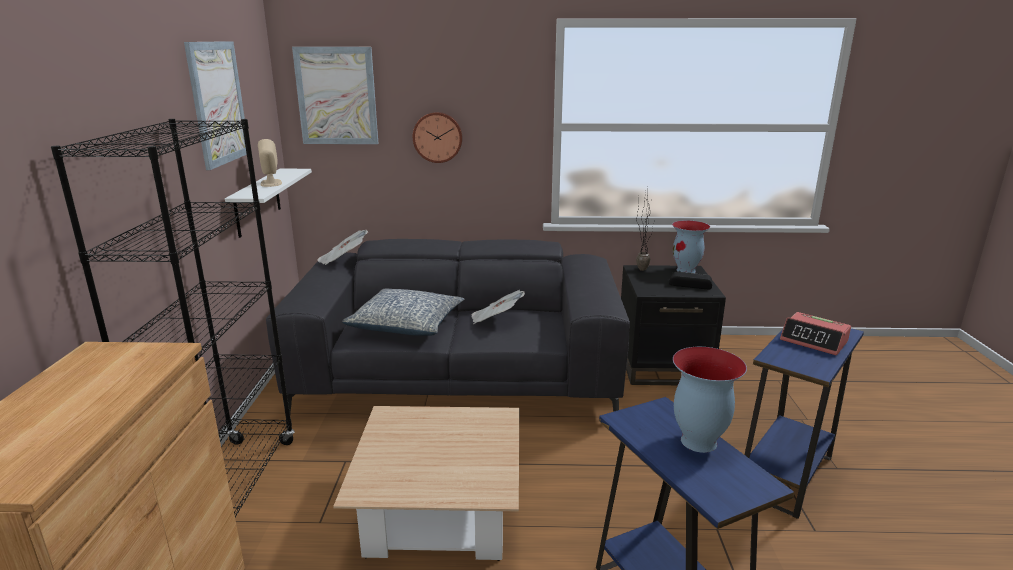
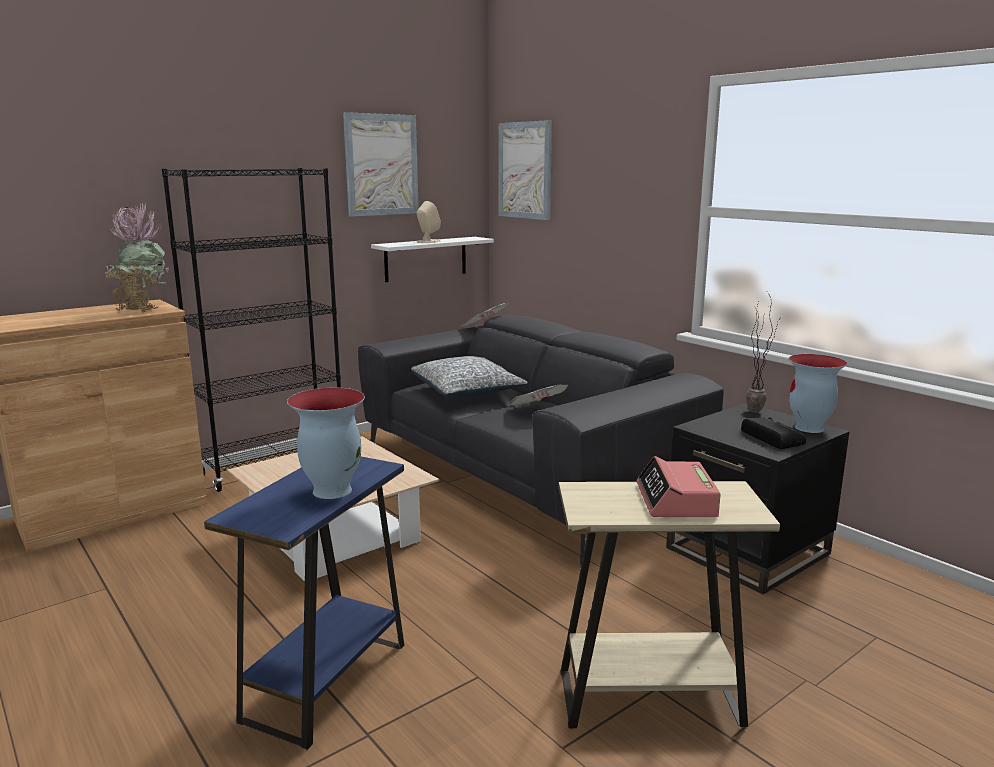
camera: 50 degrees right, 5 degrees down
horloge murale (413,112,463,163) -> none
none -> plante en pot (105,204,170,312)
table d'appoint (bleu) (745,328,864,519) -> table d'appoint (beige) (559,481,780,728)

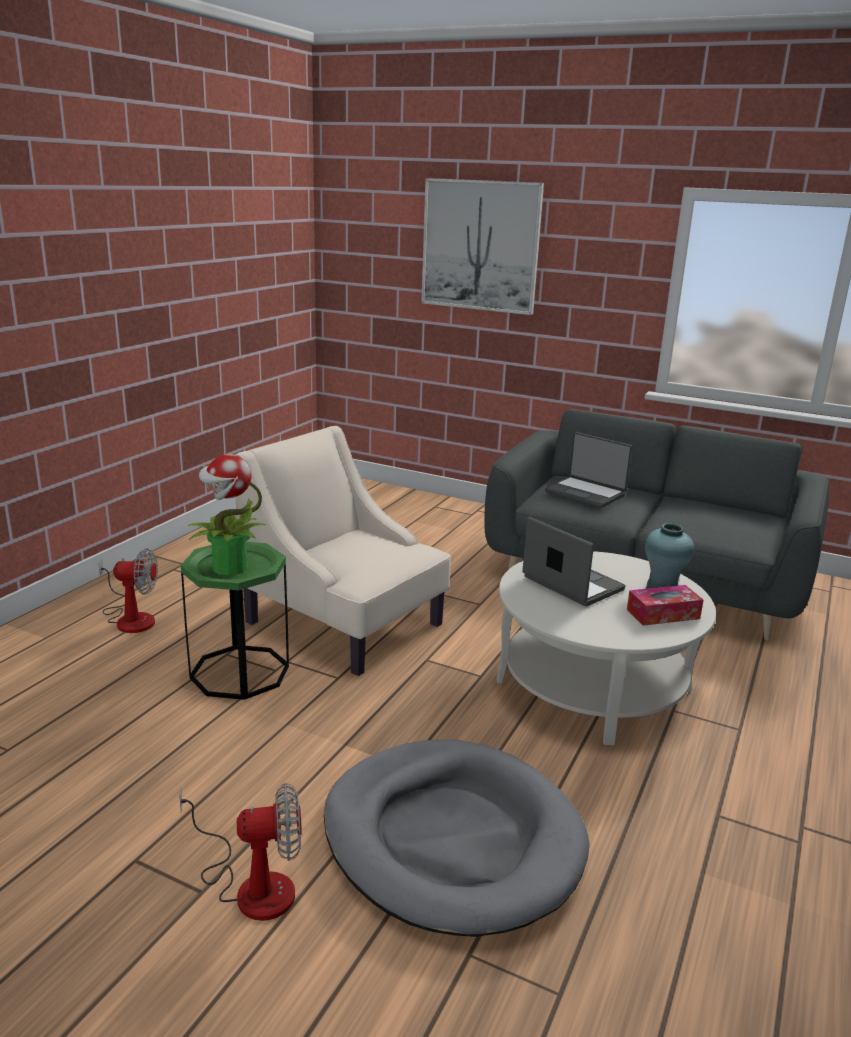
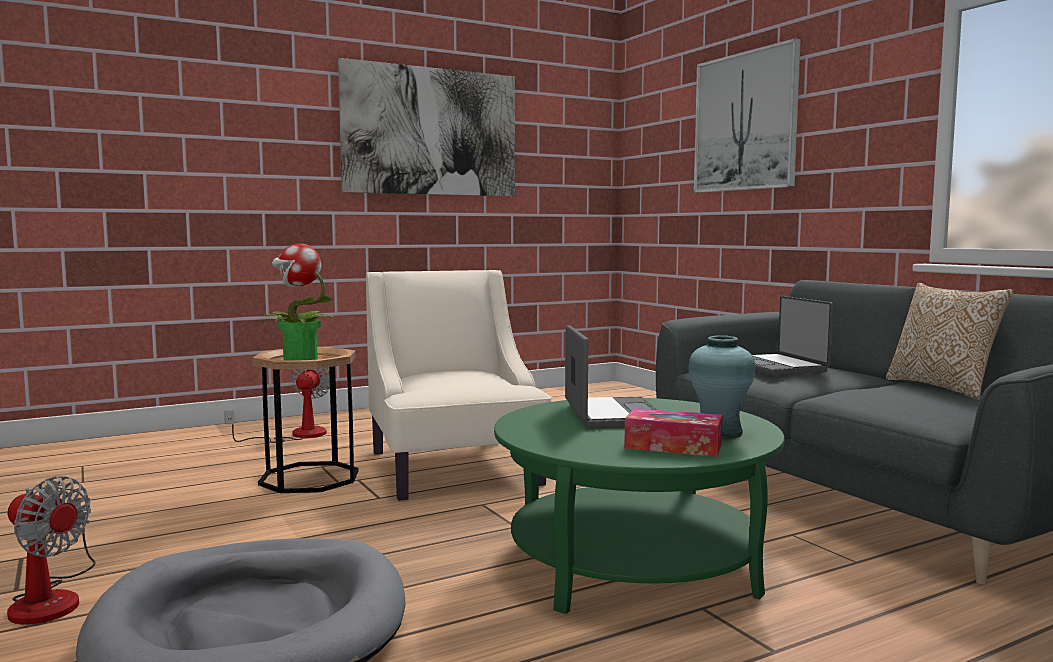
camera: 35 degrees right, 15 degrees down
none -> tableau (338,58,515,196)
none -> coussin (886,283,1014,400)
table d'appoint (vert) (181,542,289,700) -> table d'appoint (marron) (253,347,358,493)
table basse (blanc) (497,551,716,745) -> table basse (vert) (494,398,785,614)
ventilateur (98,549,158,633) -> ventilateur (224,367,330,443), 120 degrees counterclockwise

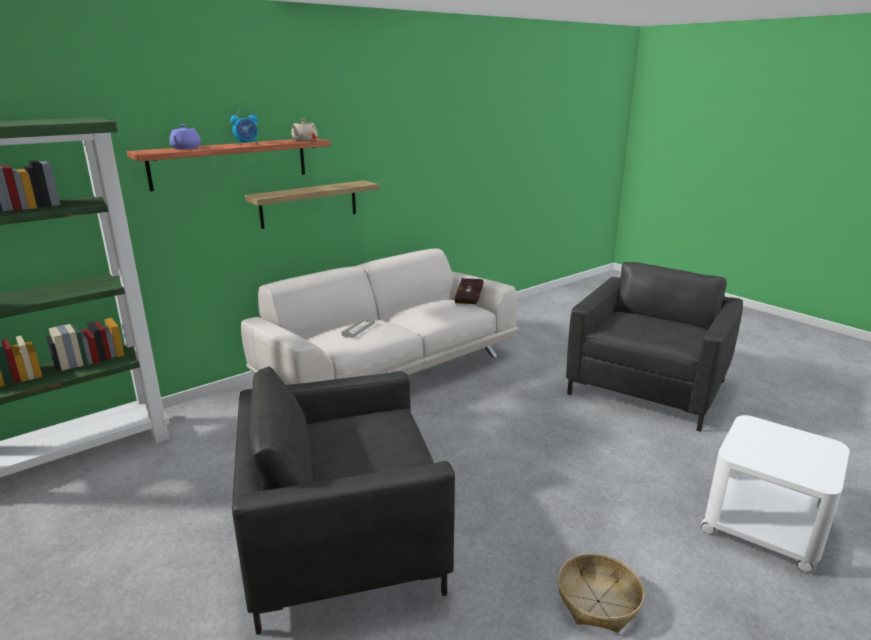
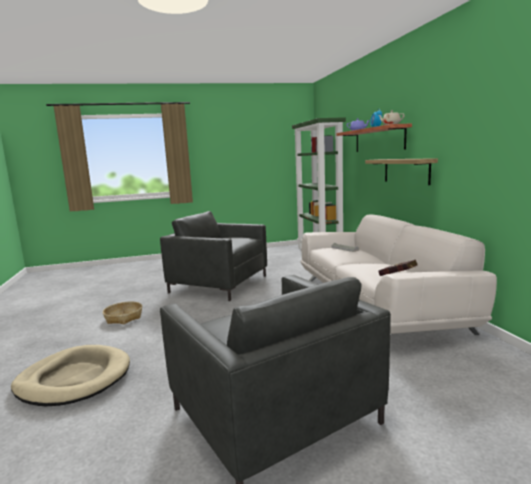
camera: 115 degrees right, 10 degrees down
table d'appoint (blanc) (701,415,849,573) -> panier pour chien (beige) (11,345,130,406)
fauteuil (gris) (232,366,455,635) -> fauteuil (gris) (160,211,267,301), 75 degrees counterclockwise

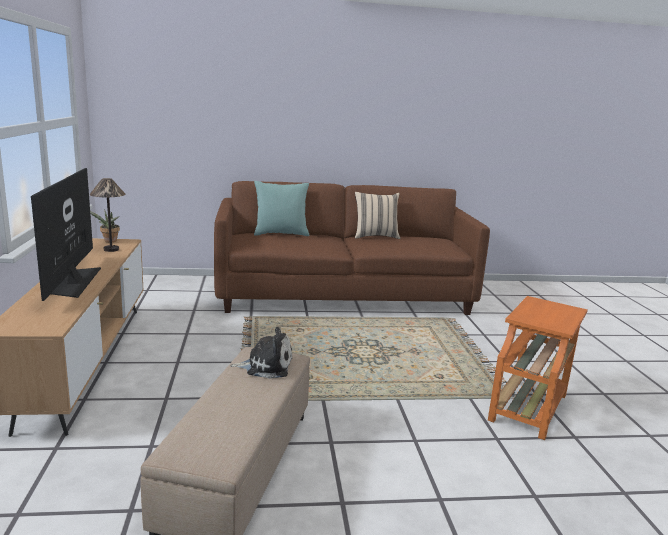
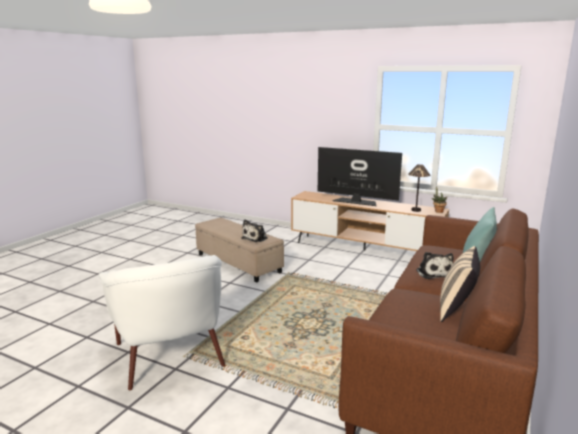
camera: 125 degrees right, 0 degrees up
none -> peluche (416,252,454,279)
table d'appoint (orange) (488,296,588,440) -> fauteuil (blanc) (98,255,225,390)

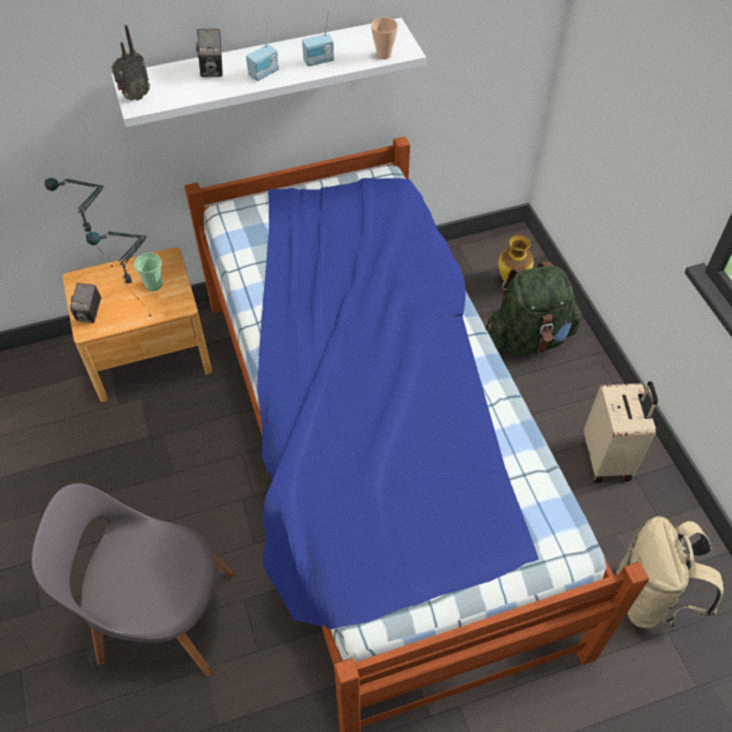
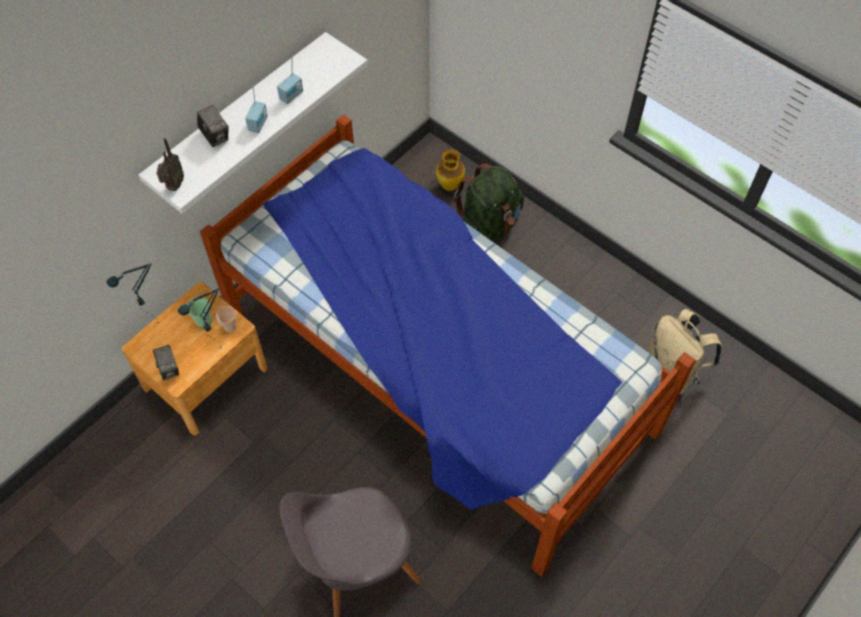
camera: 30 degrees left, 5 degrees up
valise (beige) (584,381,658,483) -> none
tasse (371,17,398,60) -> tasse (216,306,237,332), relocated

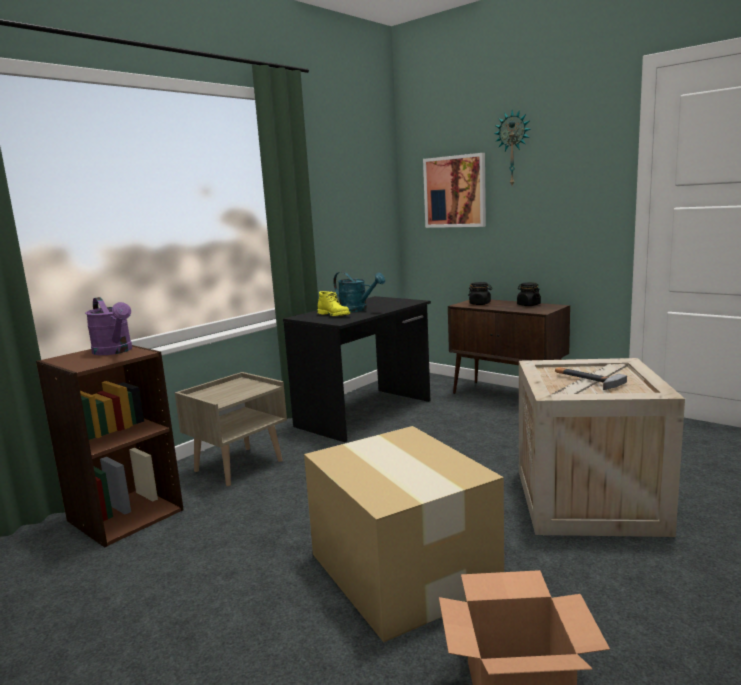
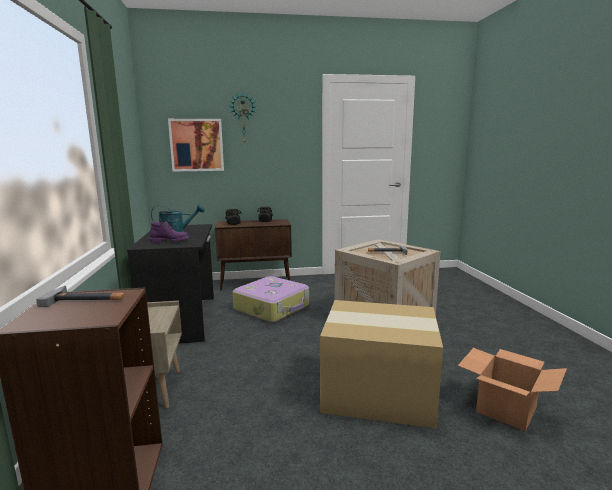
camera: 50 degrees left, 0 degrees up
none -> valise (233,276,309,322)
arrosoir (violet) (85,297,132,355) -> marteau (36,286,125,307)
botte (jaune) (317,291,350,316) -> botte (violet) (150,221,189,242)

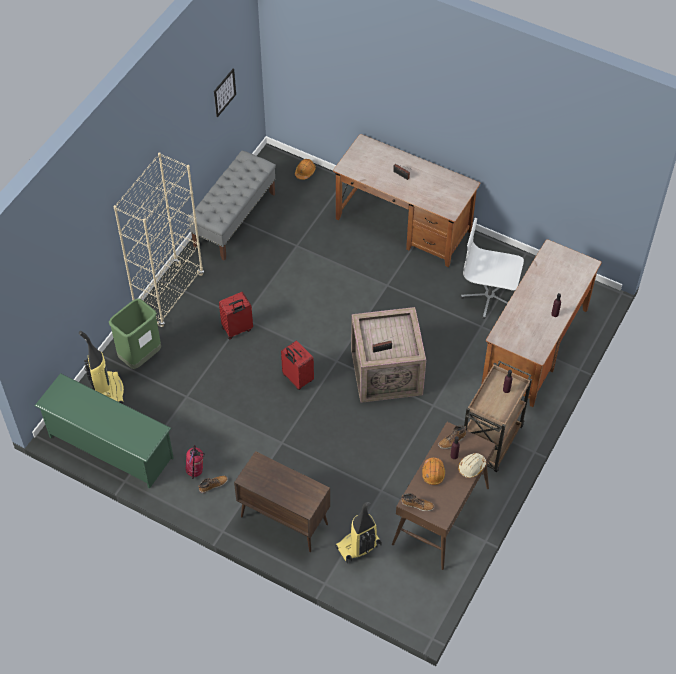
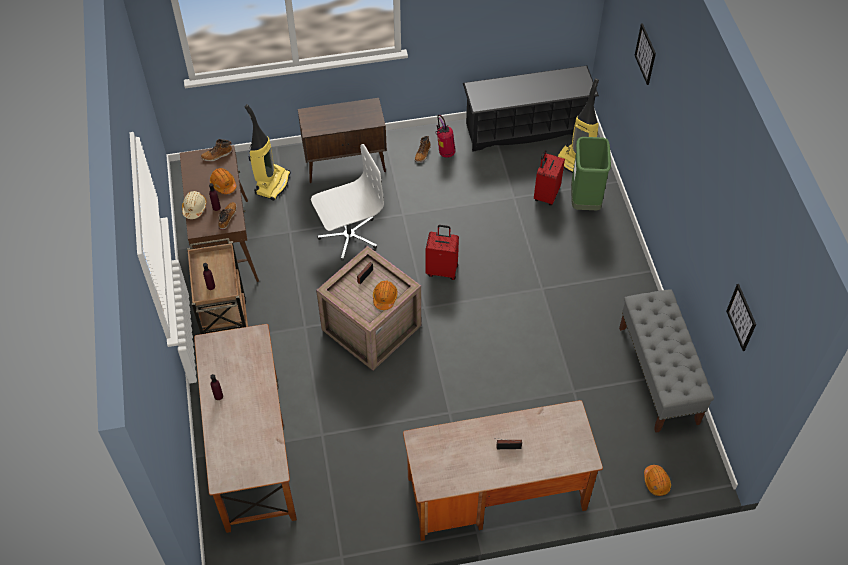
camera: 140 degrees right, 0 degrees up
bibliothèque (beige) (113,152,204,327) -> none
none -> casque de chantier (orange) (373,280,398,310)
none -> tableau (635,23,656,85)
valise (rouge) (219,292,253,340) -> valise (rouge) (534,150,565,206), relocated
chaise de bureau (blanc) (461,218,524,319) -> chaise de bureau (blanc) (311,144,384,261), relocated
étagère à chaussures (vert) (35,373,174,488) -> étagère à chaussures (noir) (463,66,599,152)

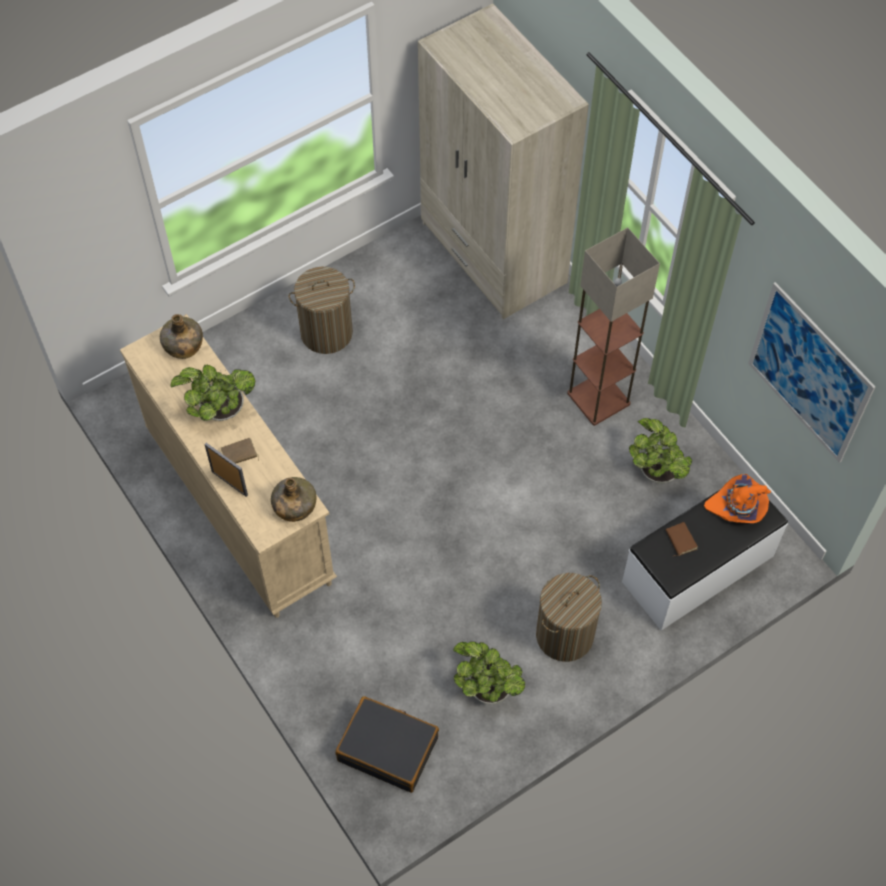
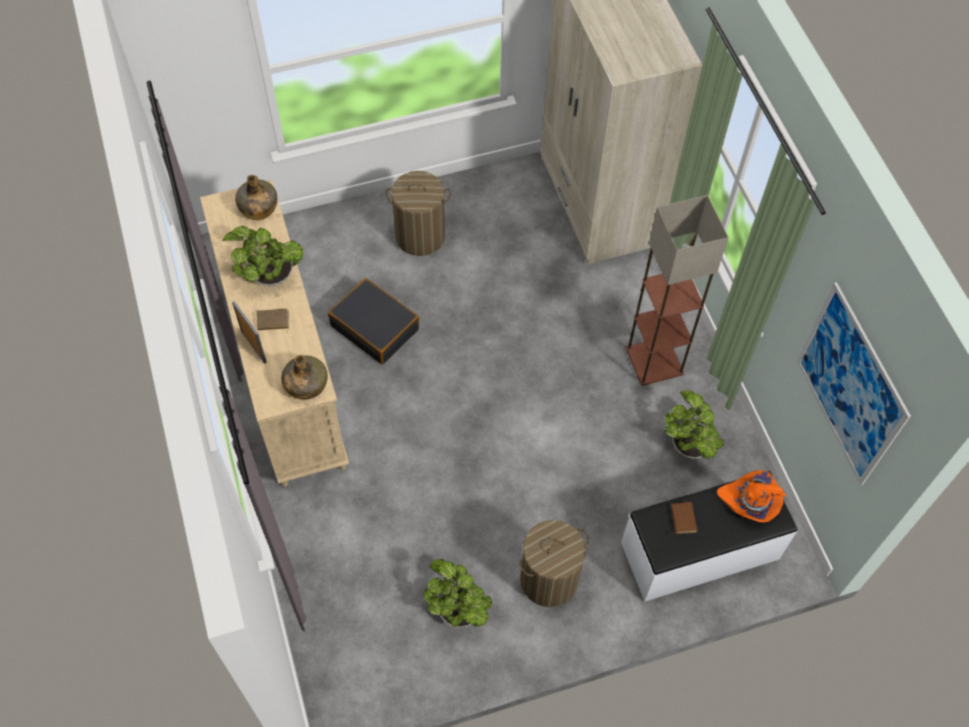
camera: 15 degrees right, 0 degrees up
valise (noir) (336,696,439,793) -> valise (noir) (328,278,419,364), relocated

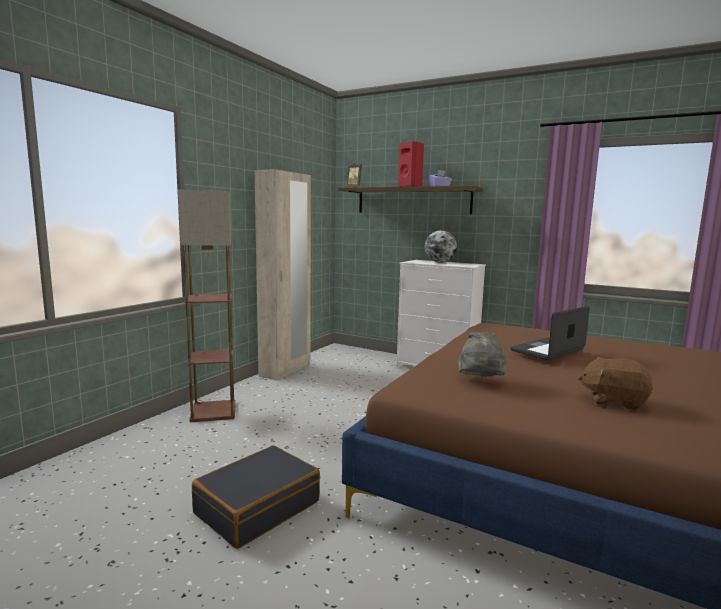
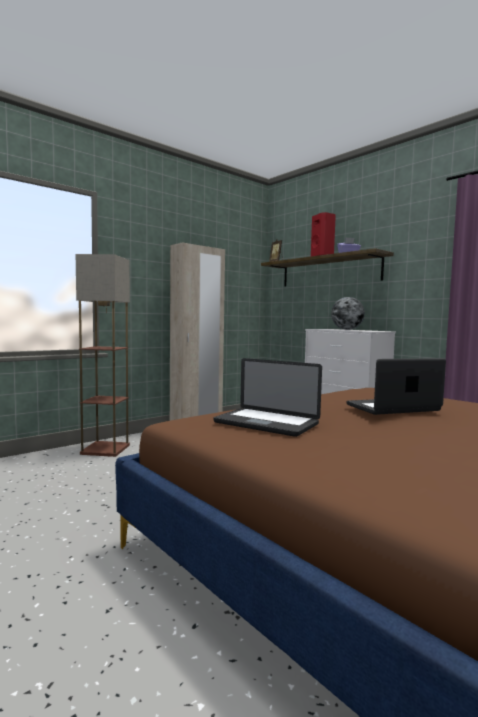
camera: 20 degrees right, 5 degrees down
valise (noir) (192,445,320,549) -> none
peluche (marron) (578,357,653,410) -> none
chapeau (gris) (458,332,507,376) -> ordinateur portable (213,358,322,437)

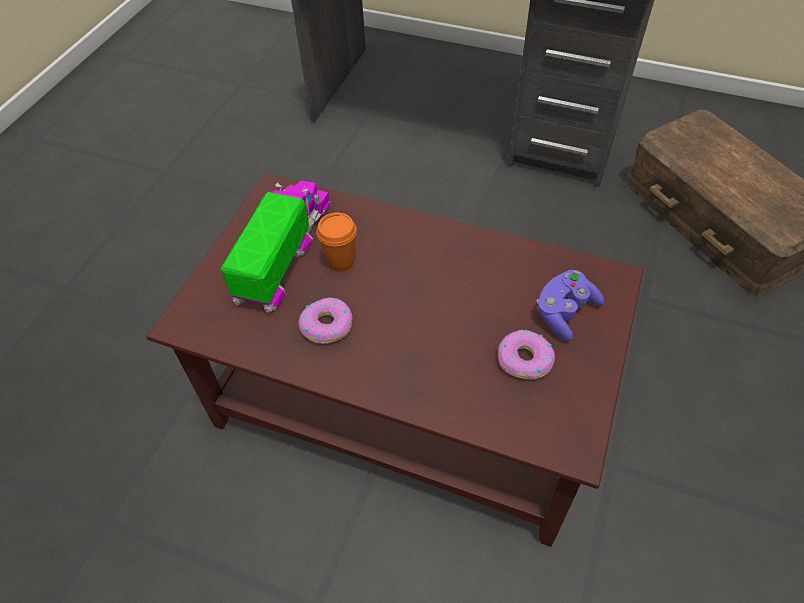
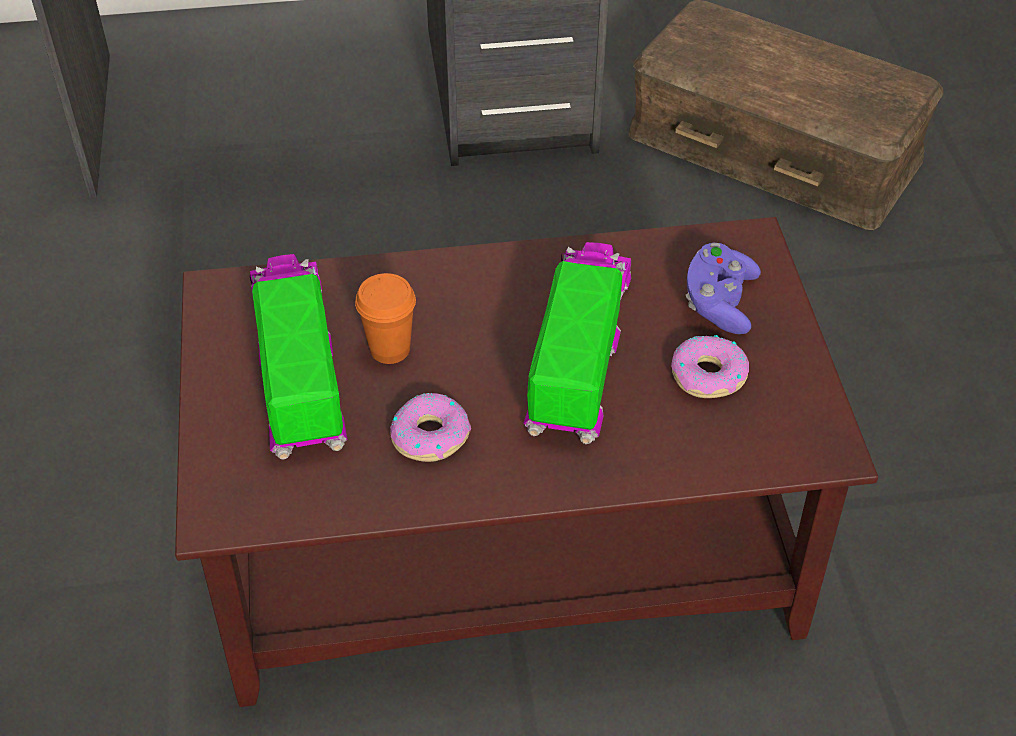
camera: 30 degrees left, 5 degrees down
none -> camion jouet (523,242,631,444)

